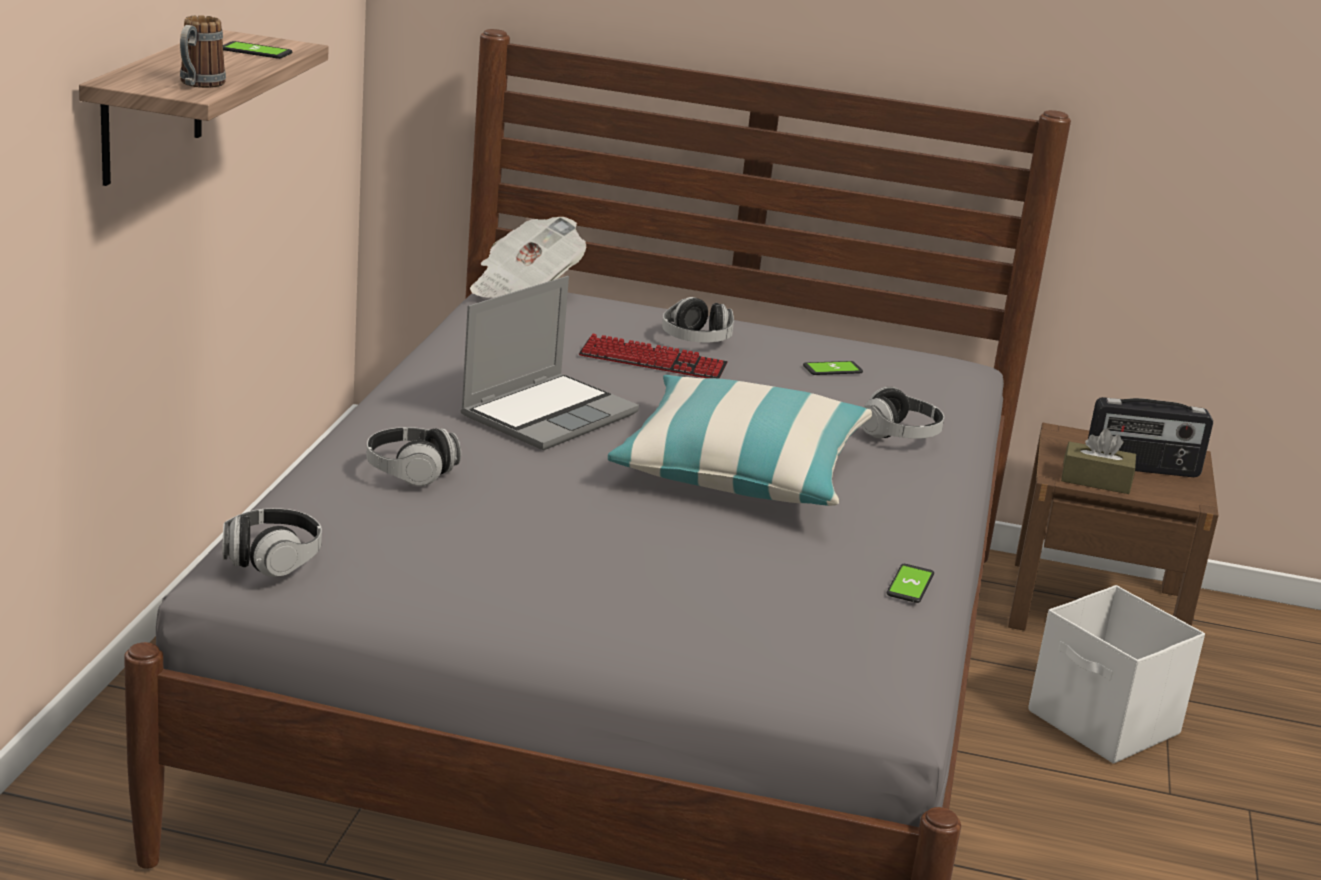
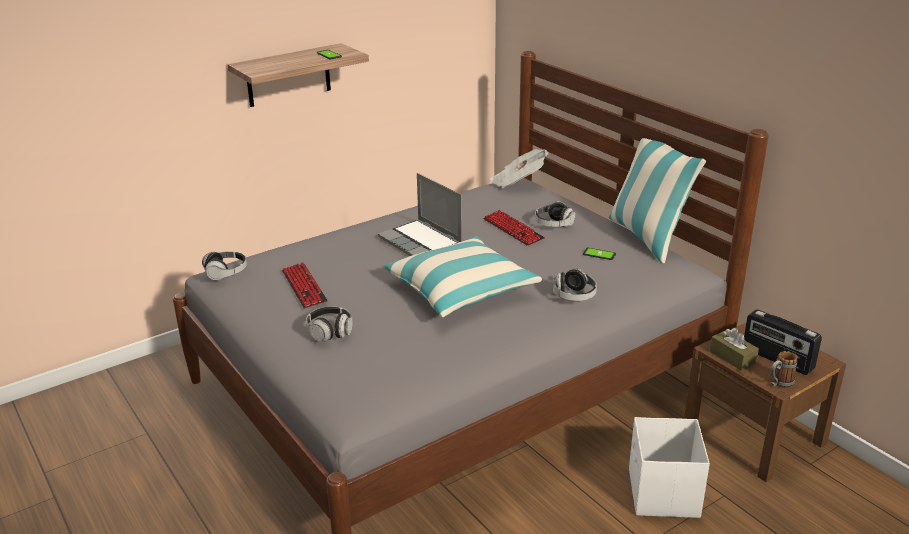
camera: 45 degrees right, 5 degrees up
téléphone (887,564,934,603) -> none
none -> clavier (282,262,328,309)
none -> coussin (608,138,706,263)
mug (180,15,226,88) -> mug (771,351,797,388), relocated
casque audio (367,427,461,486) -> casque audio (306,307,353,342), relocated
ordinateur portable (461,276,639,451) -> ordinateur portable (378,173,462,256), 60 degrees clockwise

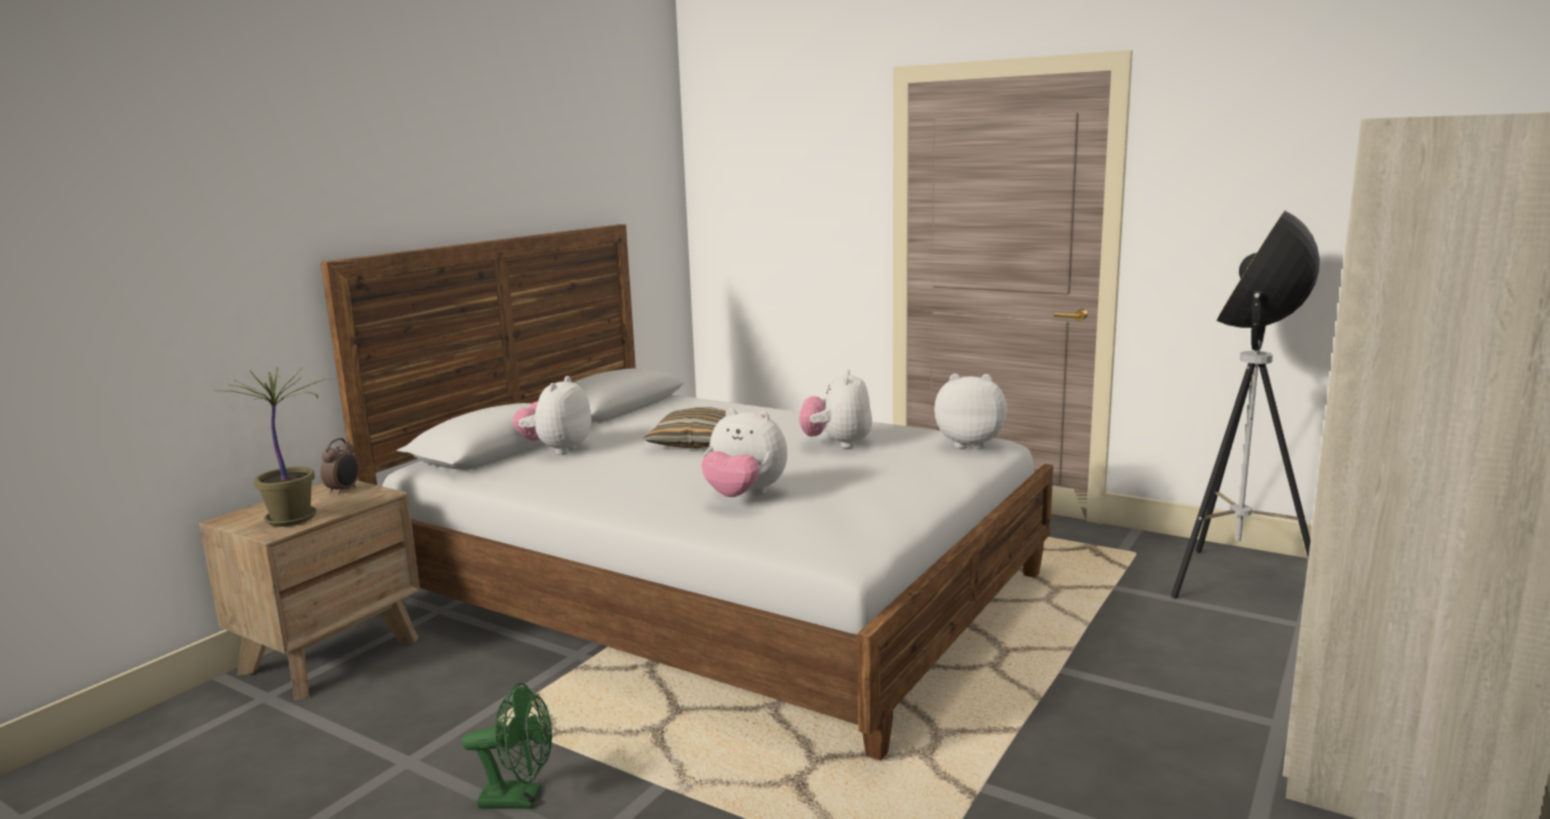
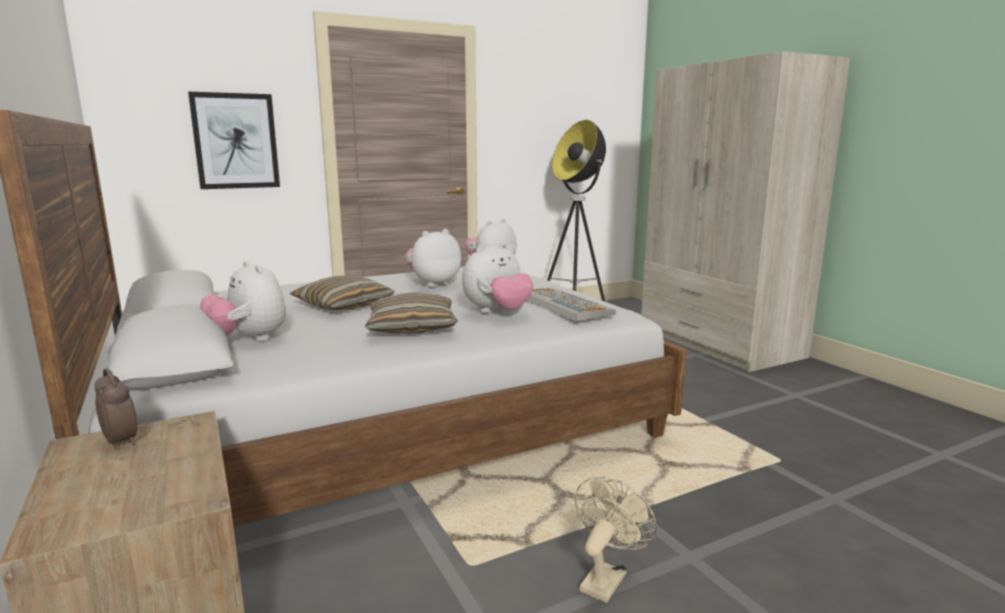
camera: 60 degrees left, 0 degrees up
plante en pot (215,366,326,526) -> none
none -> tableau (188,92,280,189)
none -> coussin (365,292,458,334)
none -> clavier (526,288,616,321)
ventilateur (vert) (462,683,552,808) -> ventilateur (beige) (575,477,657,603)
peluche (799,369,872,448) -> peluche (405,229,461,287), 105 degrees clockwise

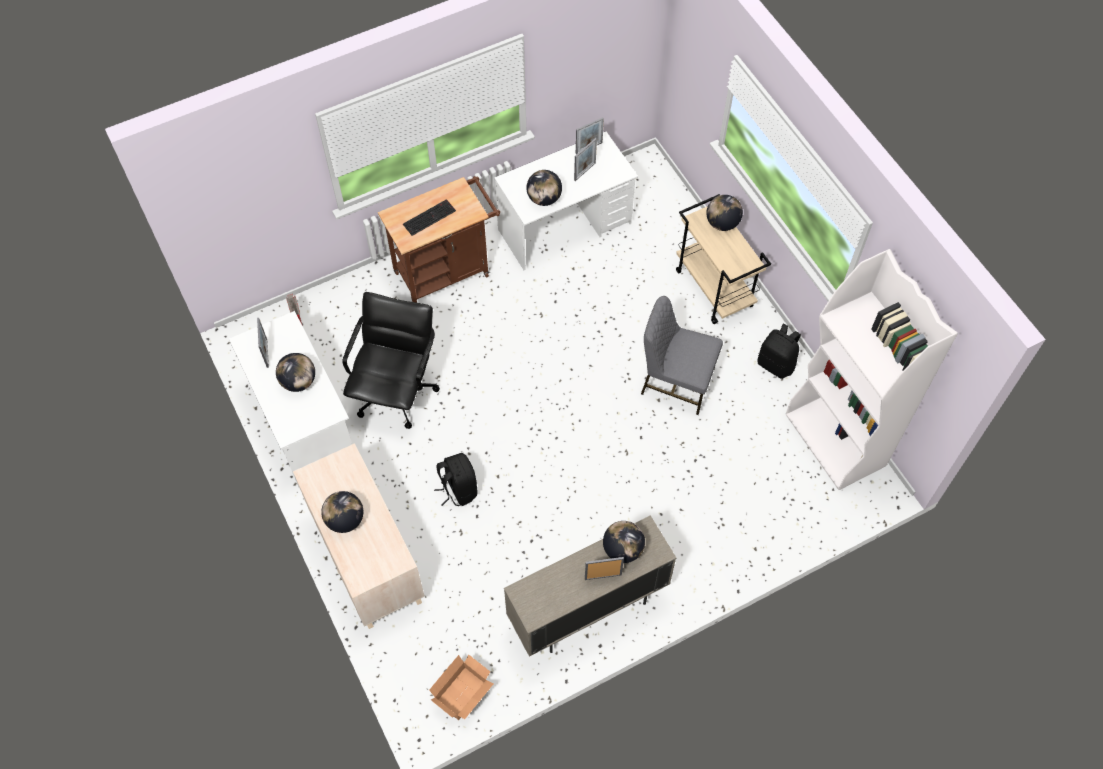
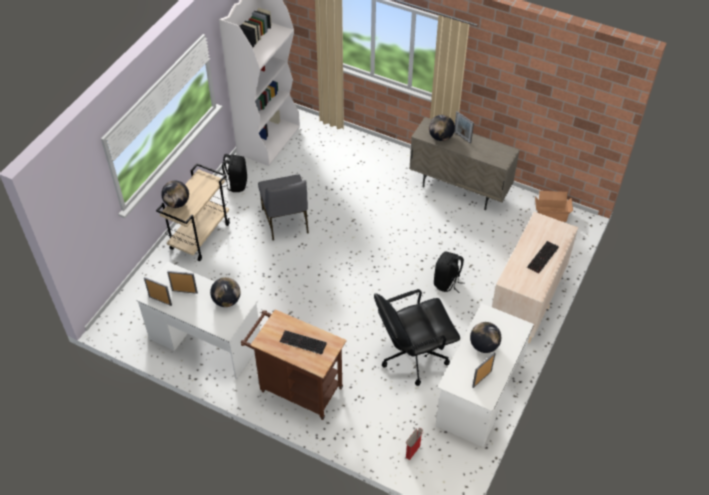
camera: 125 degrees left, 10 degrees down
globe (321,491,363,533) -> clavier (527,241,559,274)

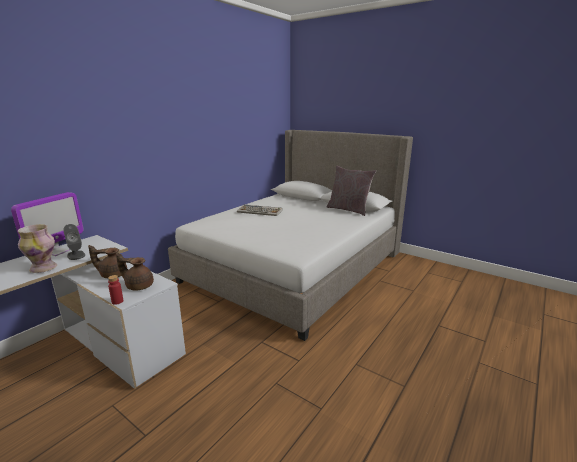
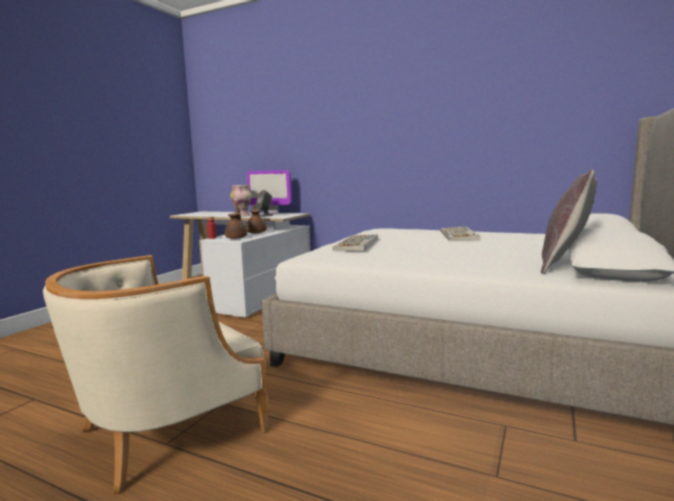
camera: 80 degrees right, 10 degrees down
none -> fauteuil (beige) (43,255,269,494)
none -> clavier (332,234,378,251)

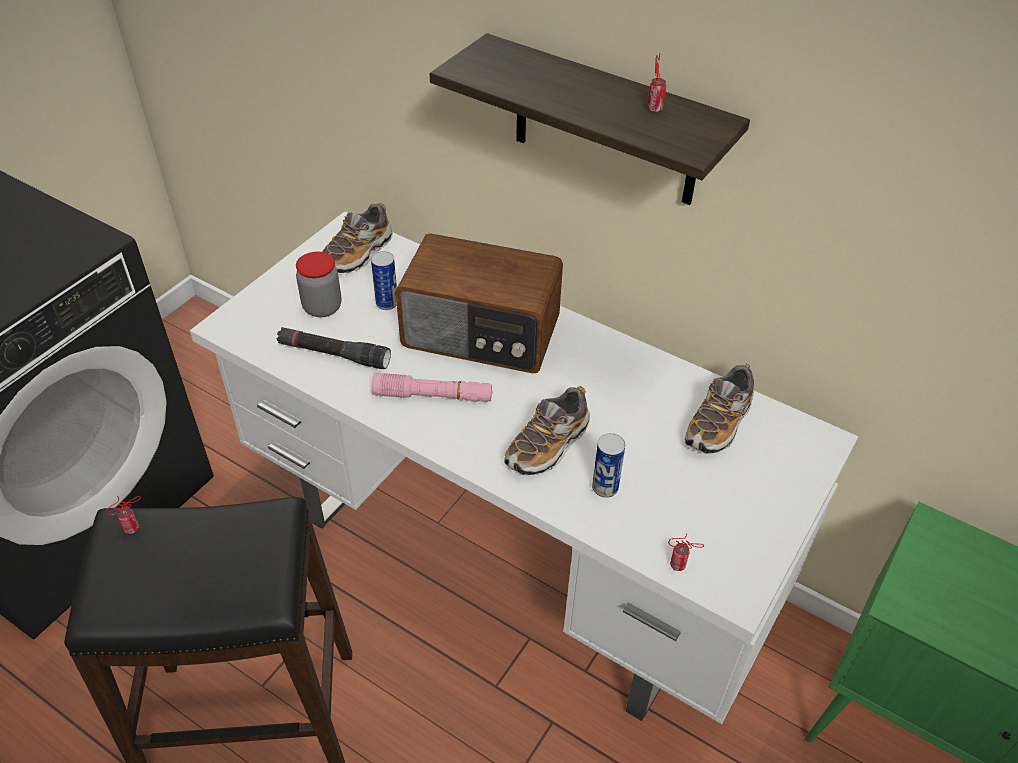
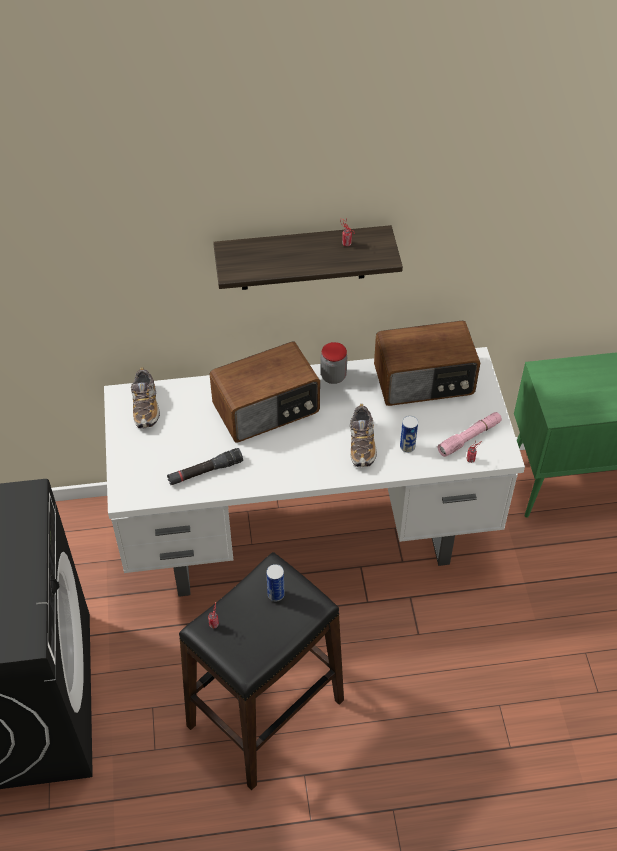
camera: 40 degrees left, 5 degrees up
bocal (296,252,342,317) -> bocal (320,342,347,384), relocated
boîte métallique (371,251,397,310) -> boîte métallique (266,564,285,601), relocated
lampe de poche (rose) (371,373,492,402) -> lampe de poche (rose) (438,412,502,457), relocated
chaussure (684,363,754,454) -> radio (374,321,480,406)

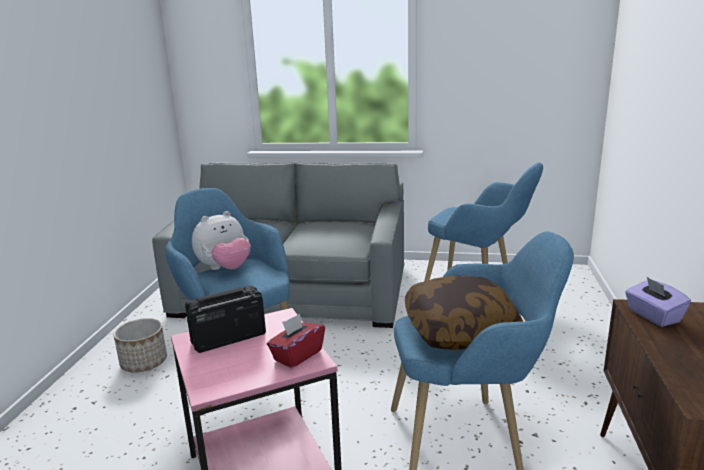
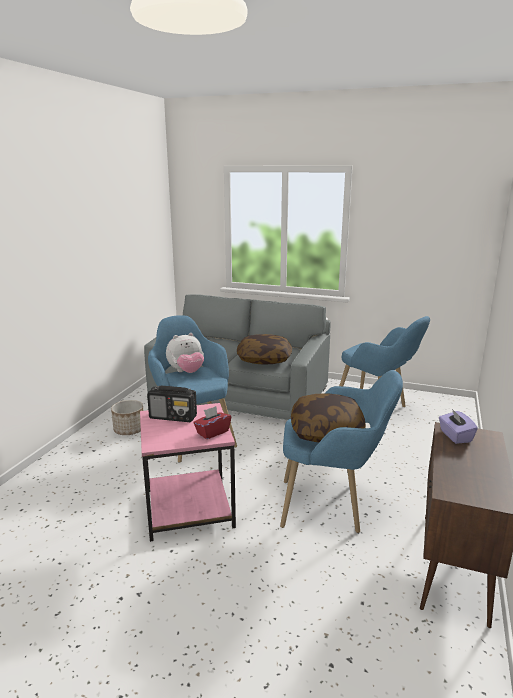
camera: 10 degrees right, 0 degrees up
none -> coussin (237,334,292,365)
radio (185,286,266,353) -> radio (147,386,197,422), 150 degrees counterclockwise

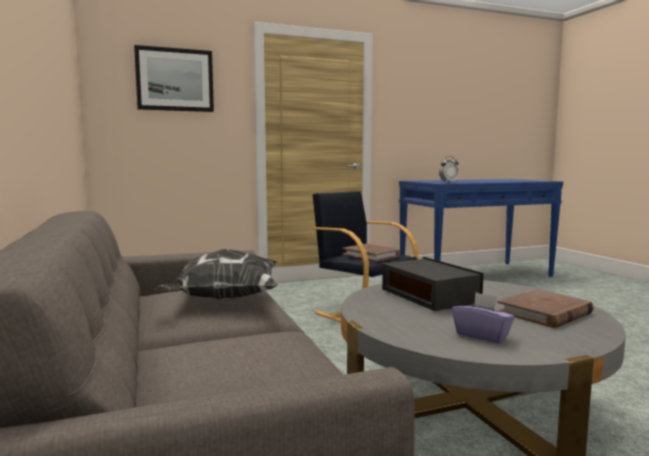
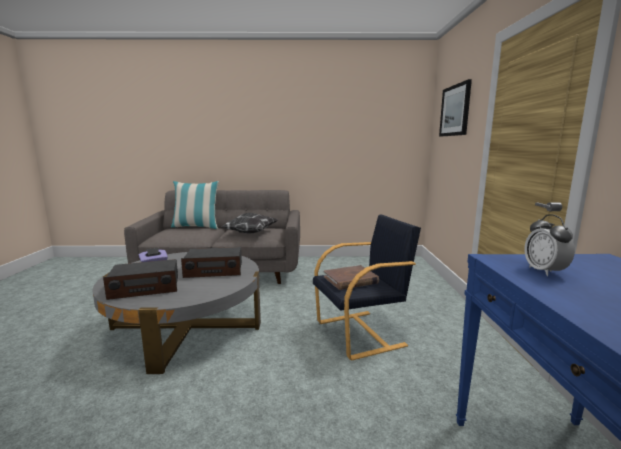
camera: 110 degrees right, 5 degrees up
none -> coussin (171,181,219,229)
livre (marron) (497,289,594,328) -> radio (103,259,178,300)

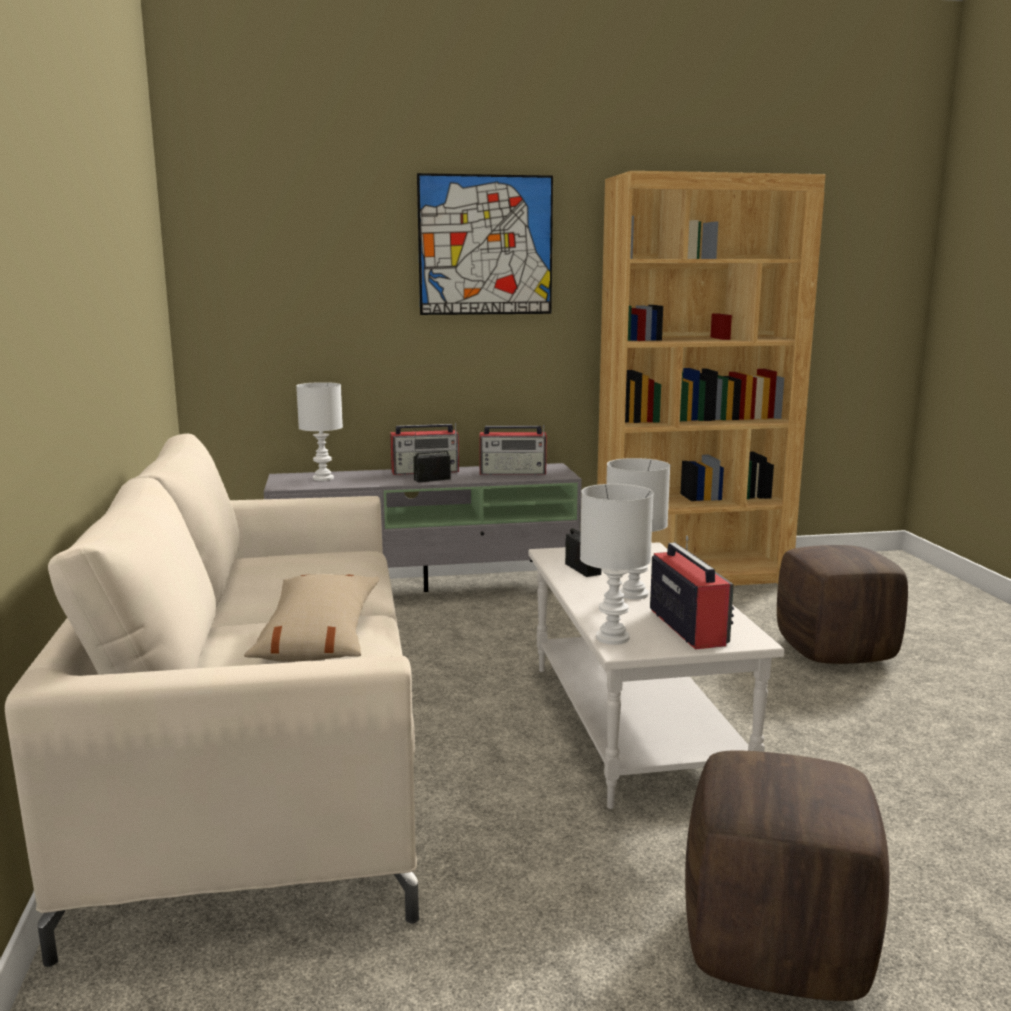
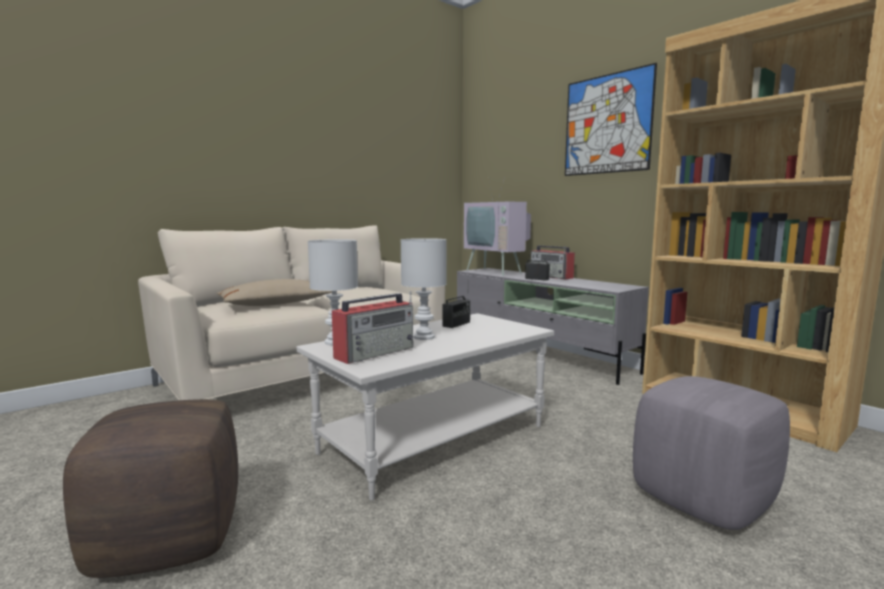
camera: 60 degrees right, 5 degrees down
radio (479,425,547,475) -> none
lampe de table (blanc) (296,382,343,481) -> téléviseur (464,177,531,276)
pouf (marron) (777,545,908,664) -> pouf (gris) (633,376,790,530)

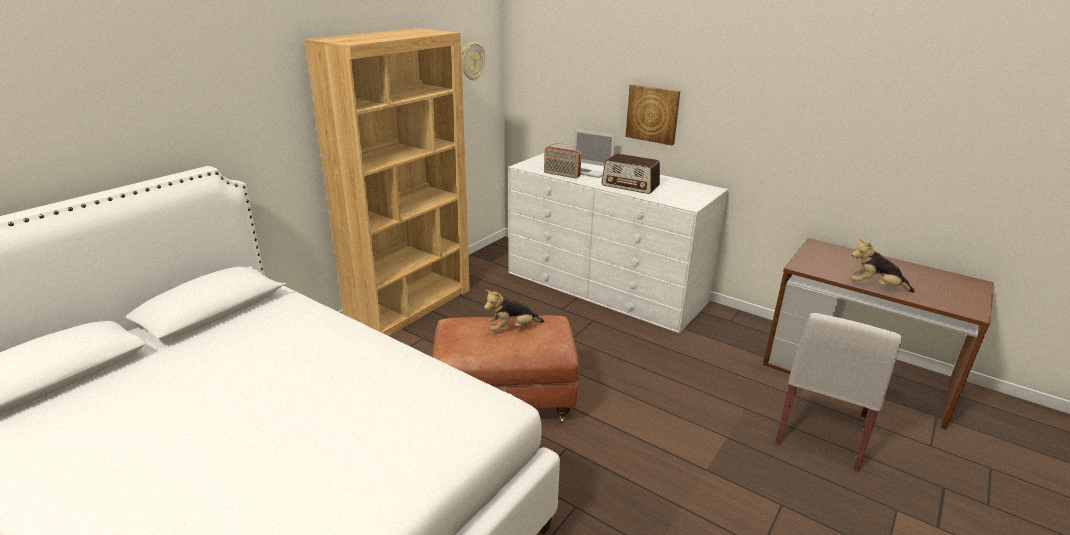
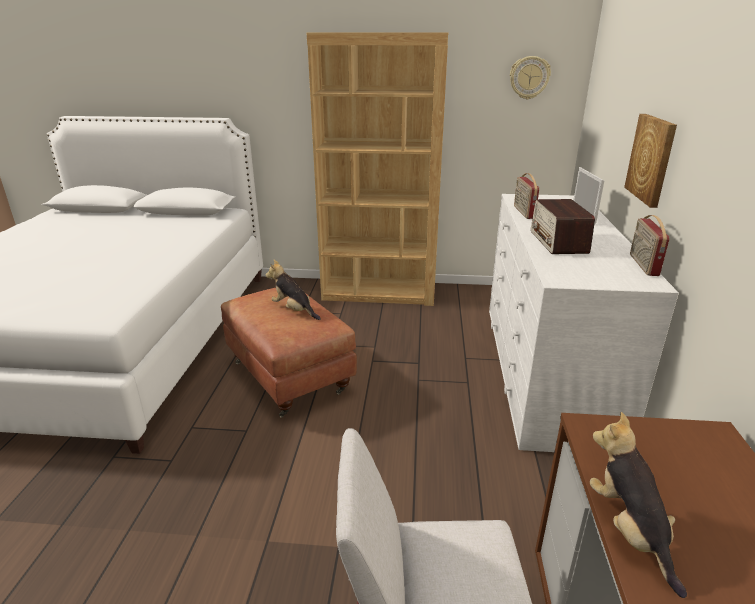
camera: 60 degrees right, 0 degrees up
none -> radio (630,215,670,276)

